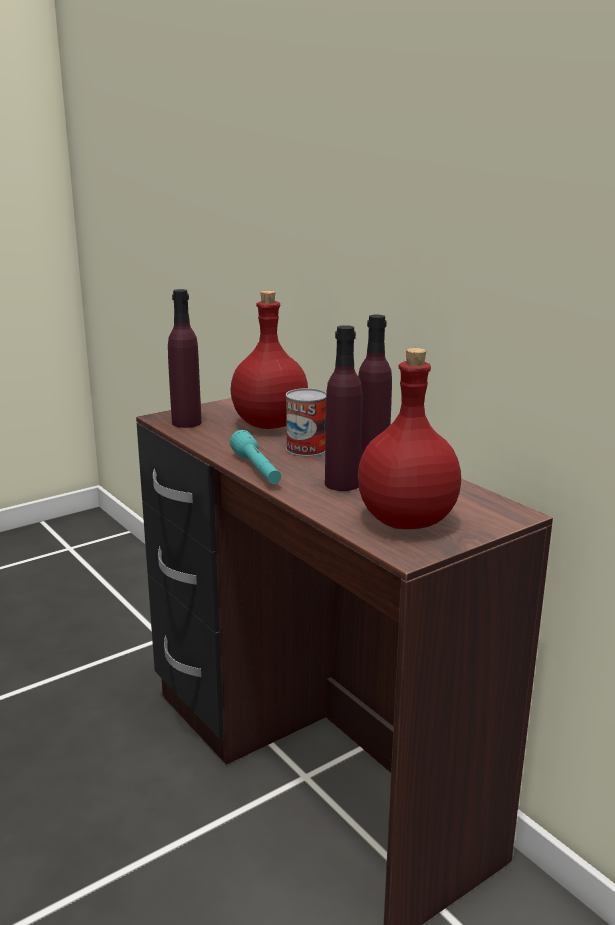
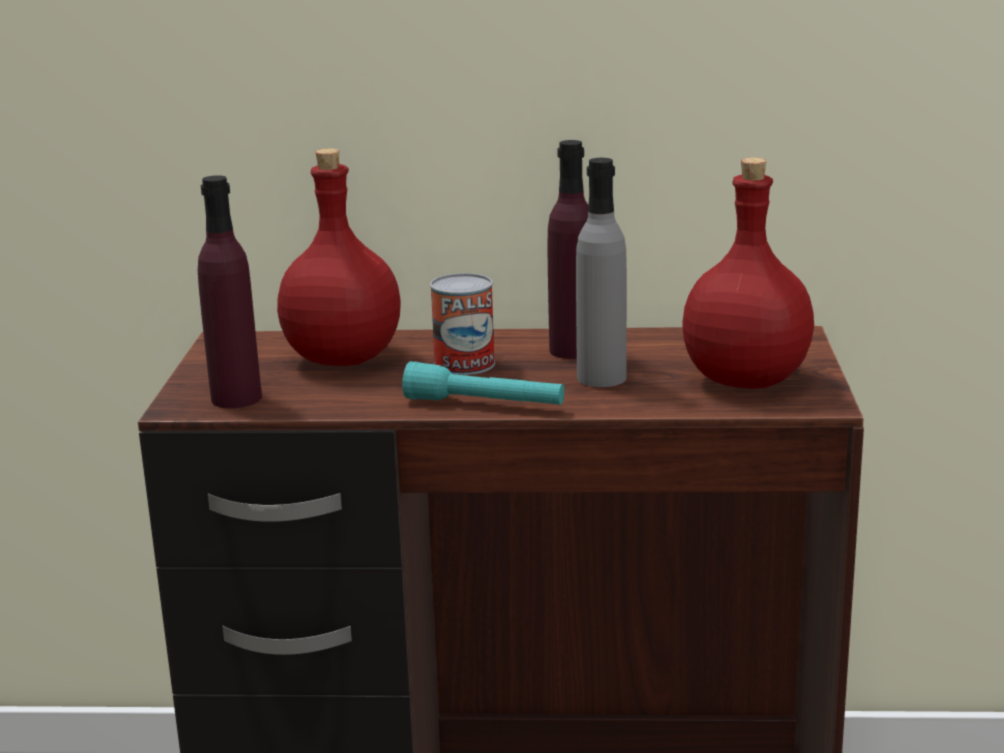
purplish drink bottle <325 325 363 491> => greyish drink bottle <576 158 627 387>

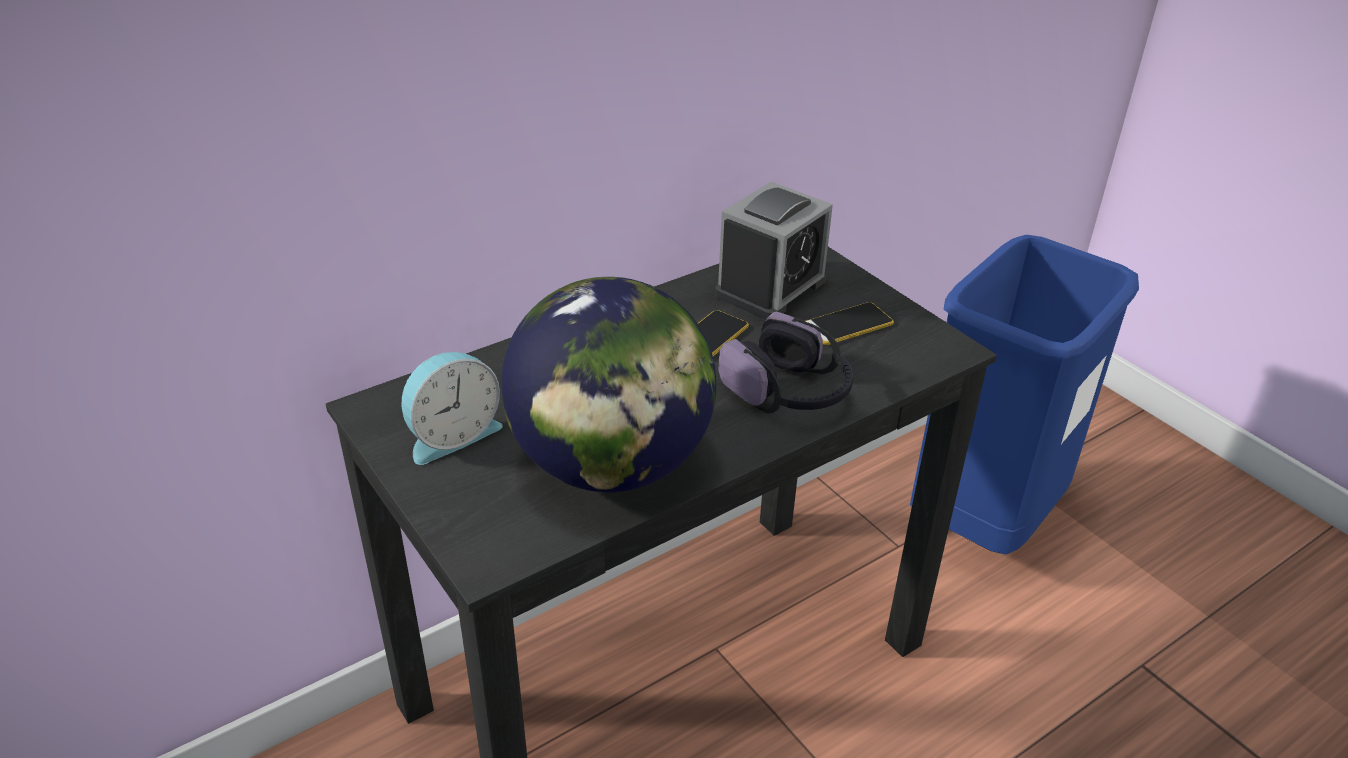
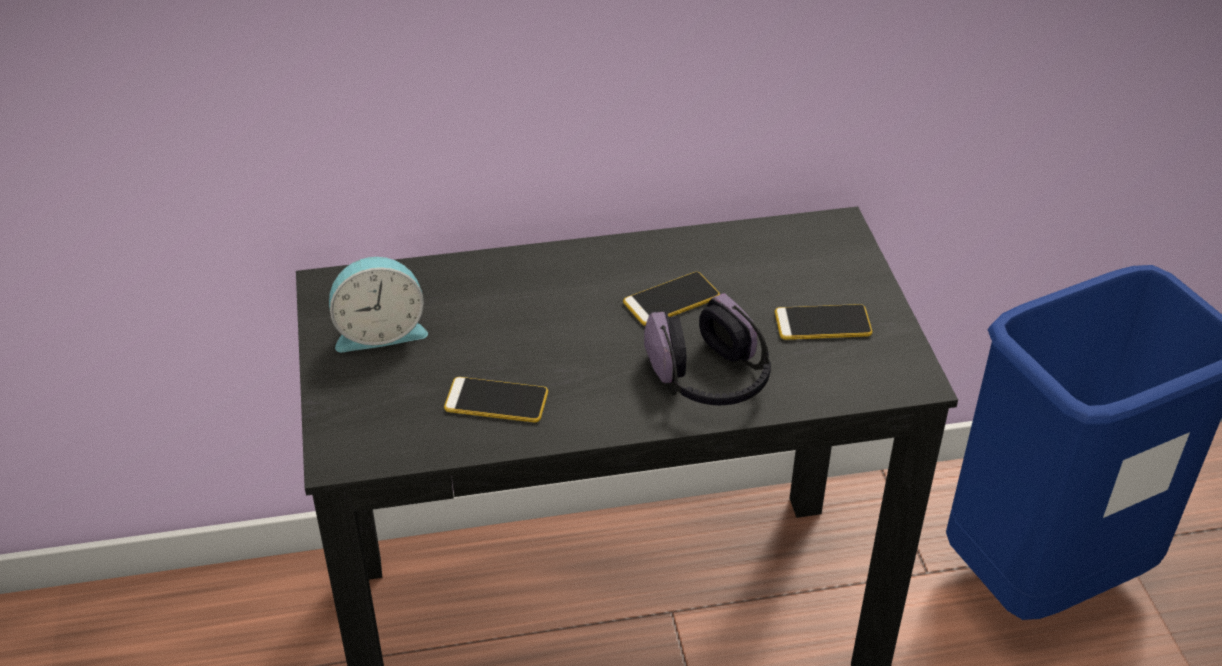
desk globe <501 277 717 492> => telephone <444 377 548 422>
bedside clock <715 182 833 320> => nothing

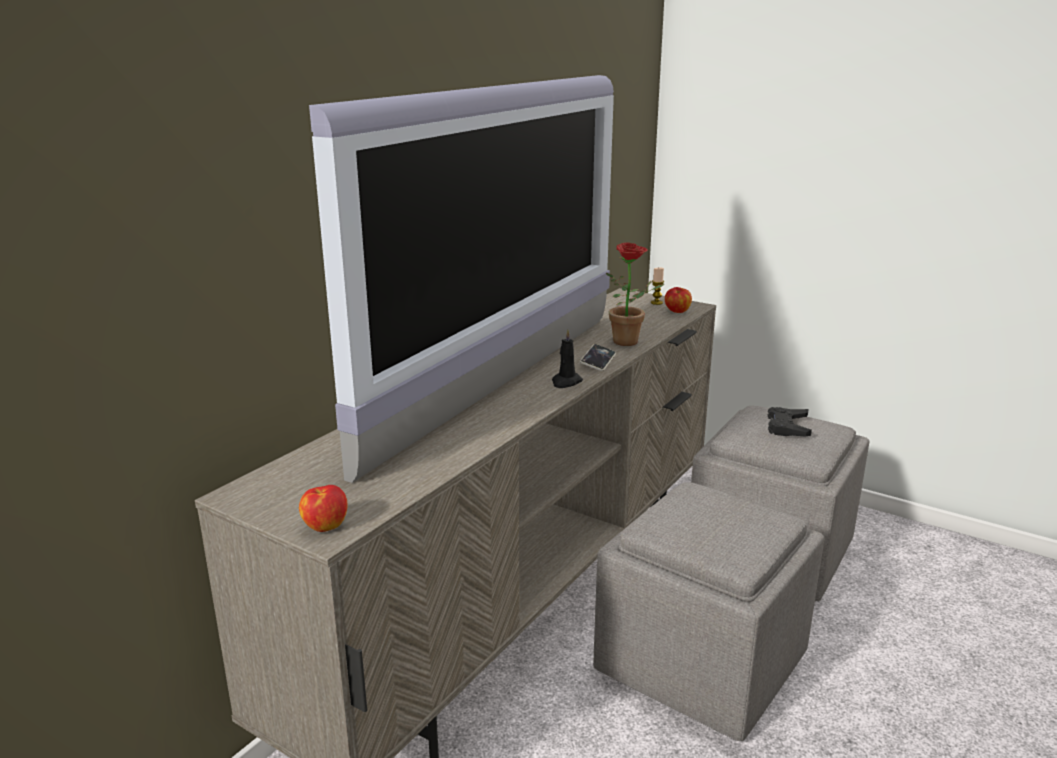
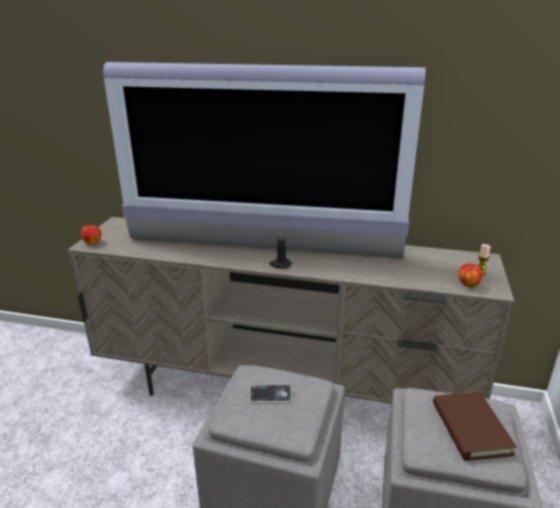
telephone <580 344 616 371> => telephone <250 385 291 403>, shifted
houseplant <606 243 665 346> => nothing
black joypad <767 407 812 437> => brown volume <433 392 517 461>

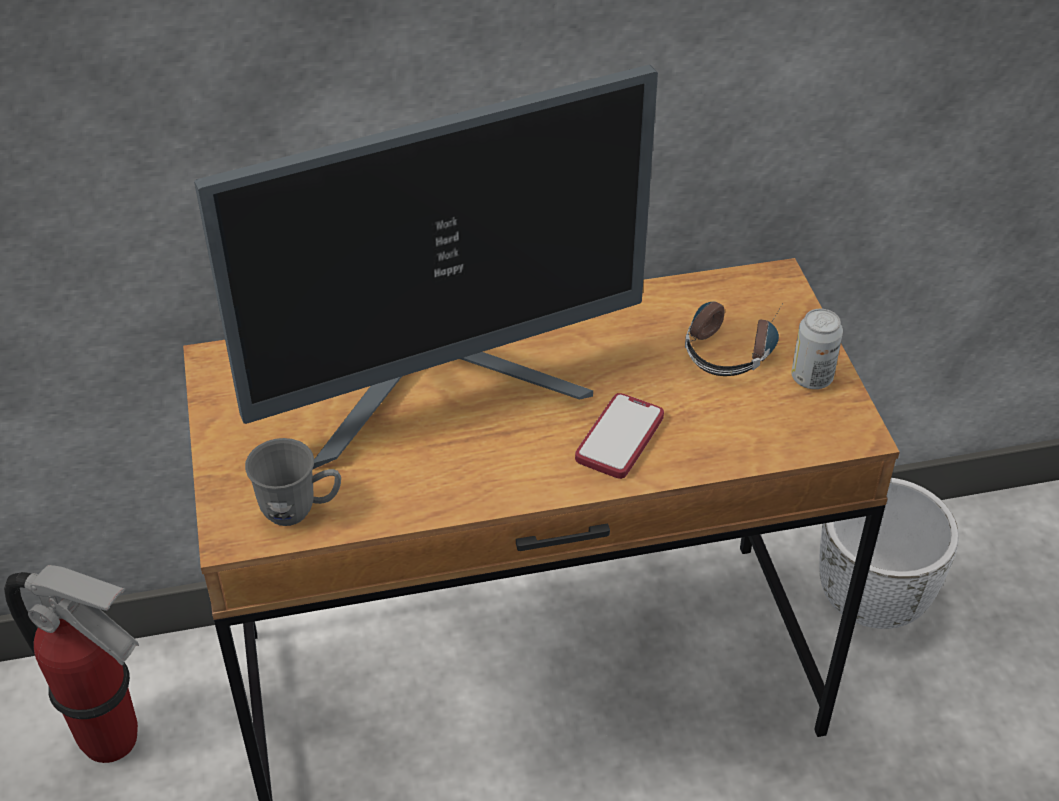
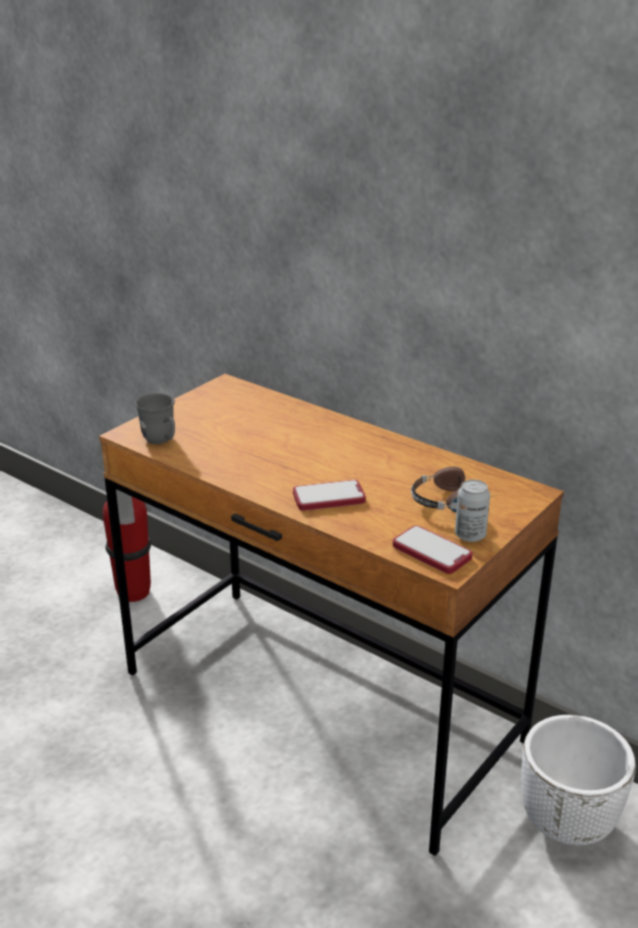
computer display <194 65 658 470> => nothing
nothing => telephone <393 525 472 574>

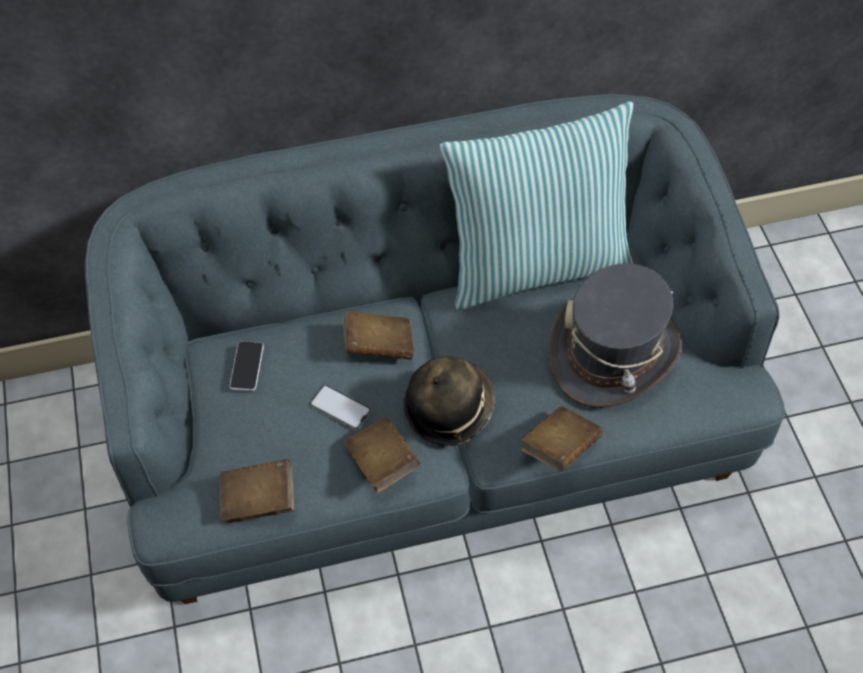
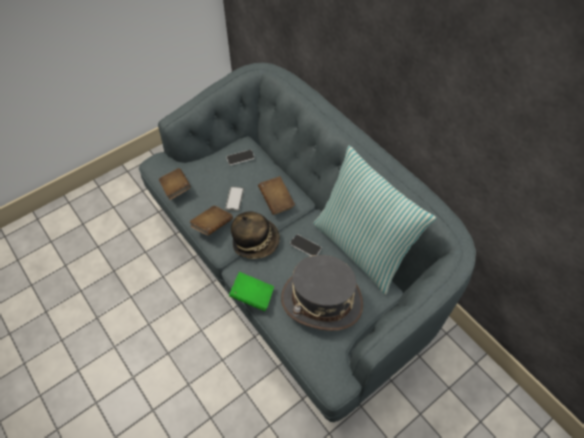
brown volume <521 406 603 471> => green-coloured volume <229 272 274 311>
nothing => telephone <290 234 322 256>

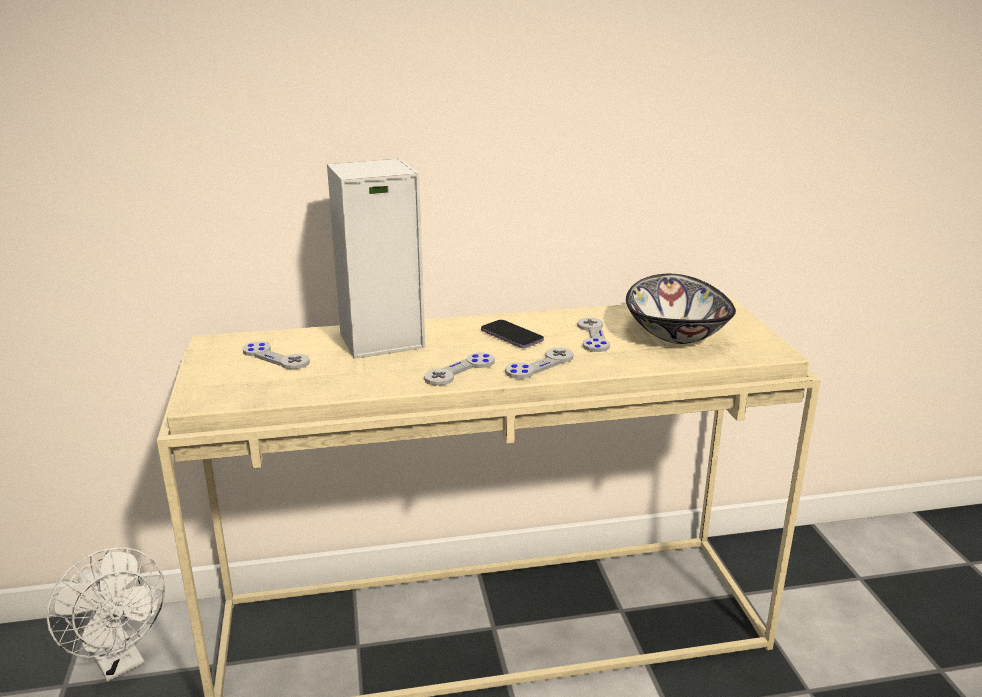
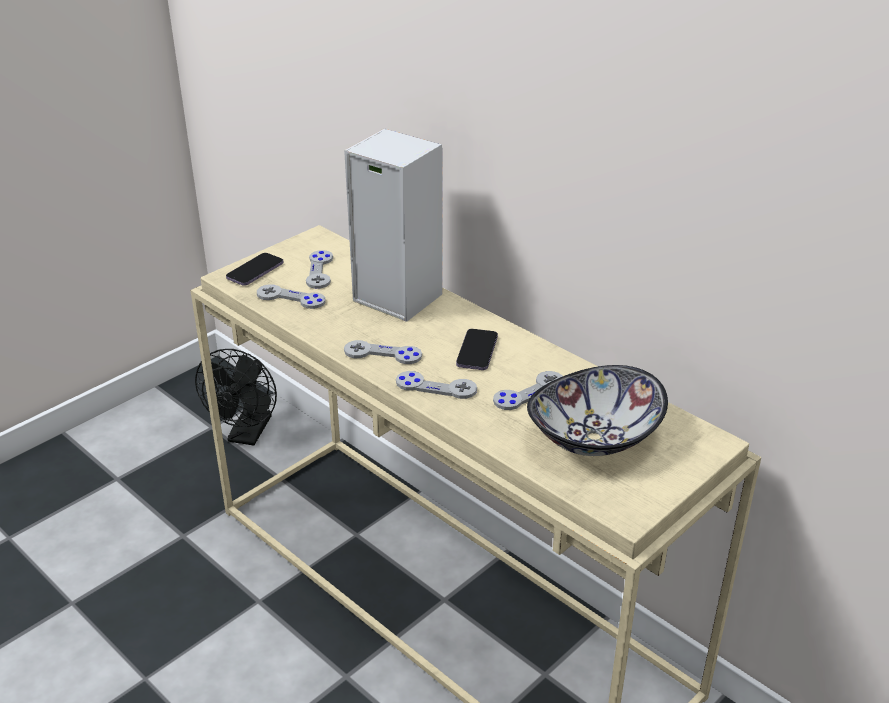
whitish electric fan <46 547 165 681> => black electric fan <195 349 277 446>
nothing => telephone <226 253 284 286>
nothing => greyish joypad <257 284 326 309>

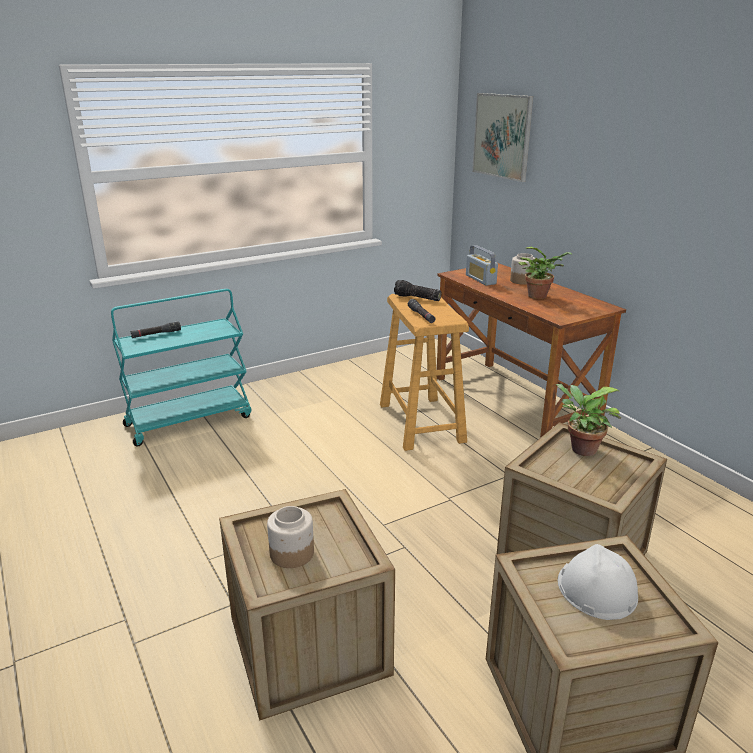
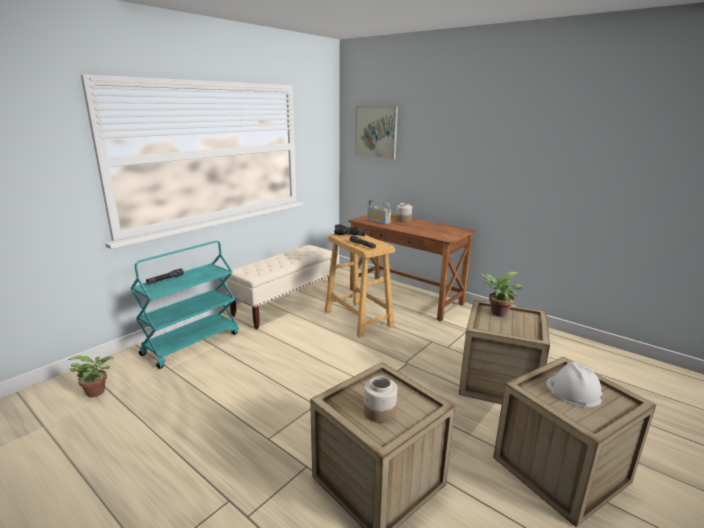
houseplant <518 247 573 299> => houseplant <68 356 114 397>, shifted
nothing => sand-coloured indoor bench <226 245 334 329>

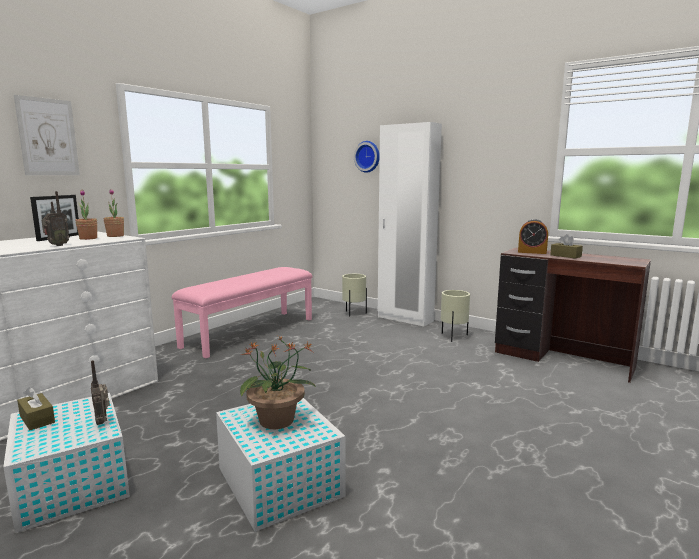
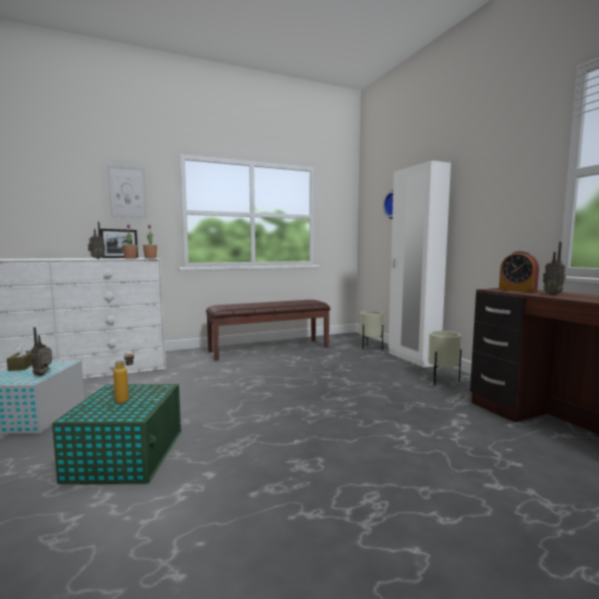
pinkish indoor bench <172 267 313 358> => brown indoor bench <206 300 330 361>
whitish storage box <216 398 345 532> => green-coloured storage box <52 384 181 484>
houseplant <240 336 316 429> => drink bottle <113 350 134 403>
brown tissue holder <550 234 583 259> => radio set <543 242 566 295>

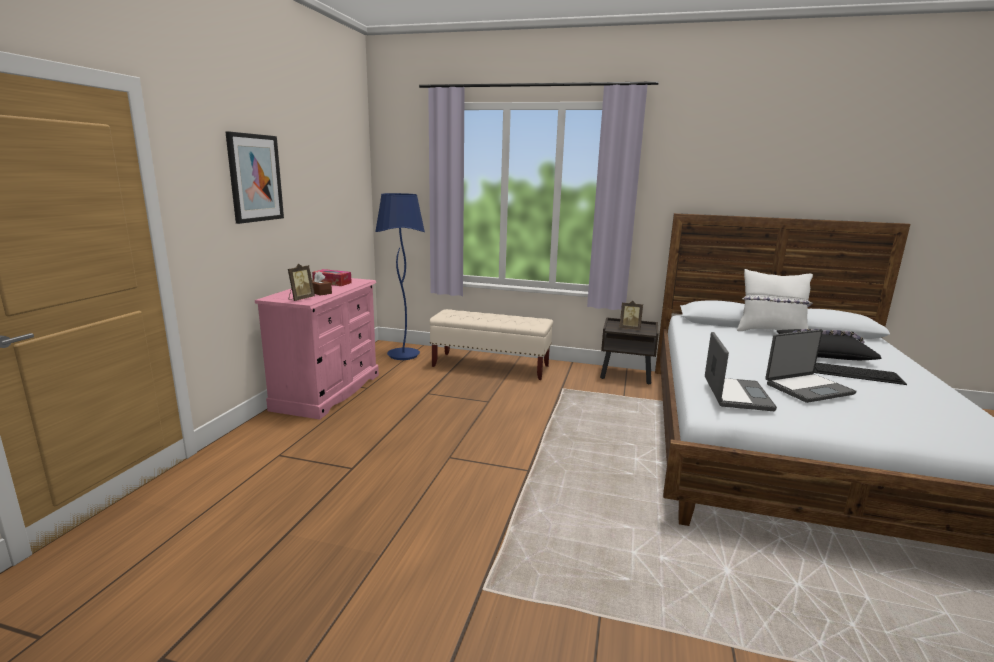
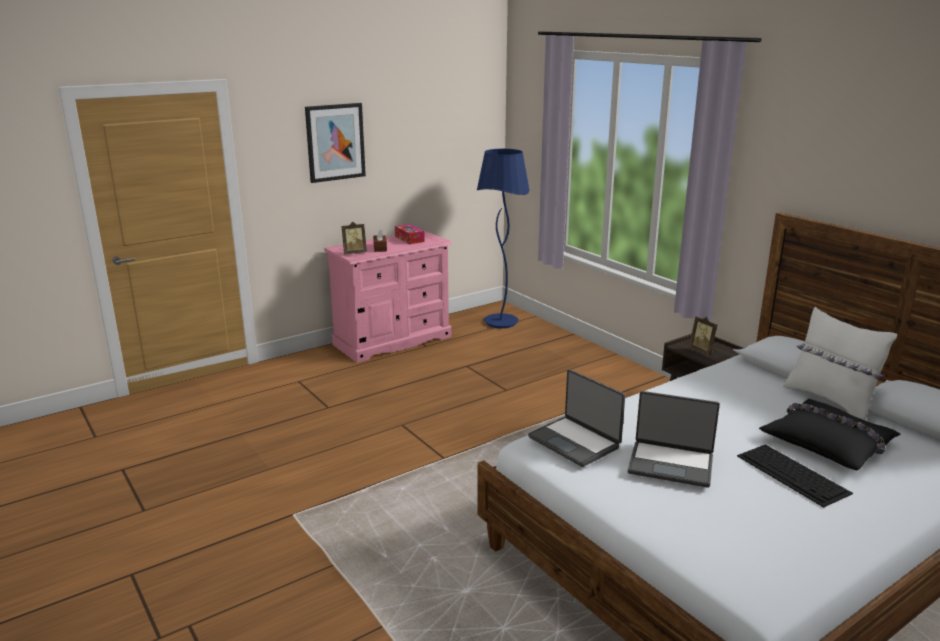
sand-coloured indoor bench <429 309 553 380> => nothing
laptop <705 332 777 411> => laptop <528 369 625 467>, 90 degrees clockwise

